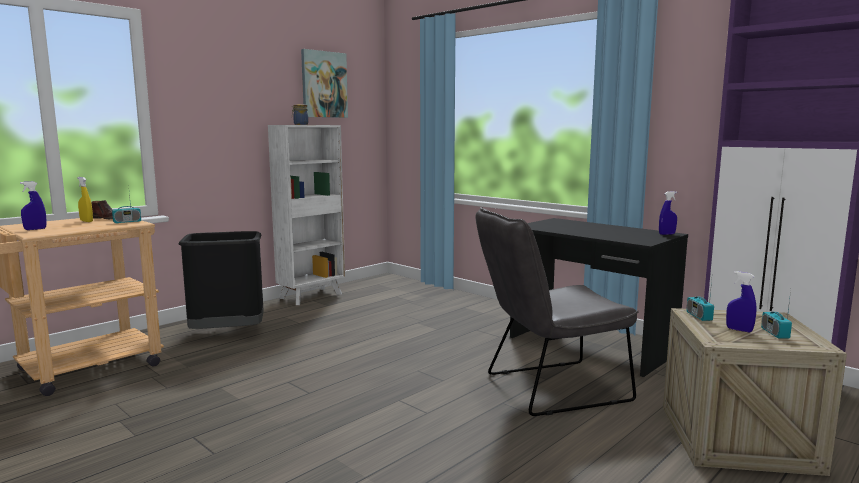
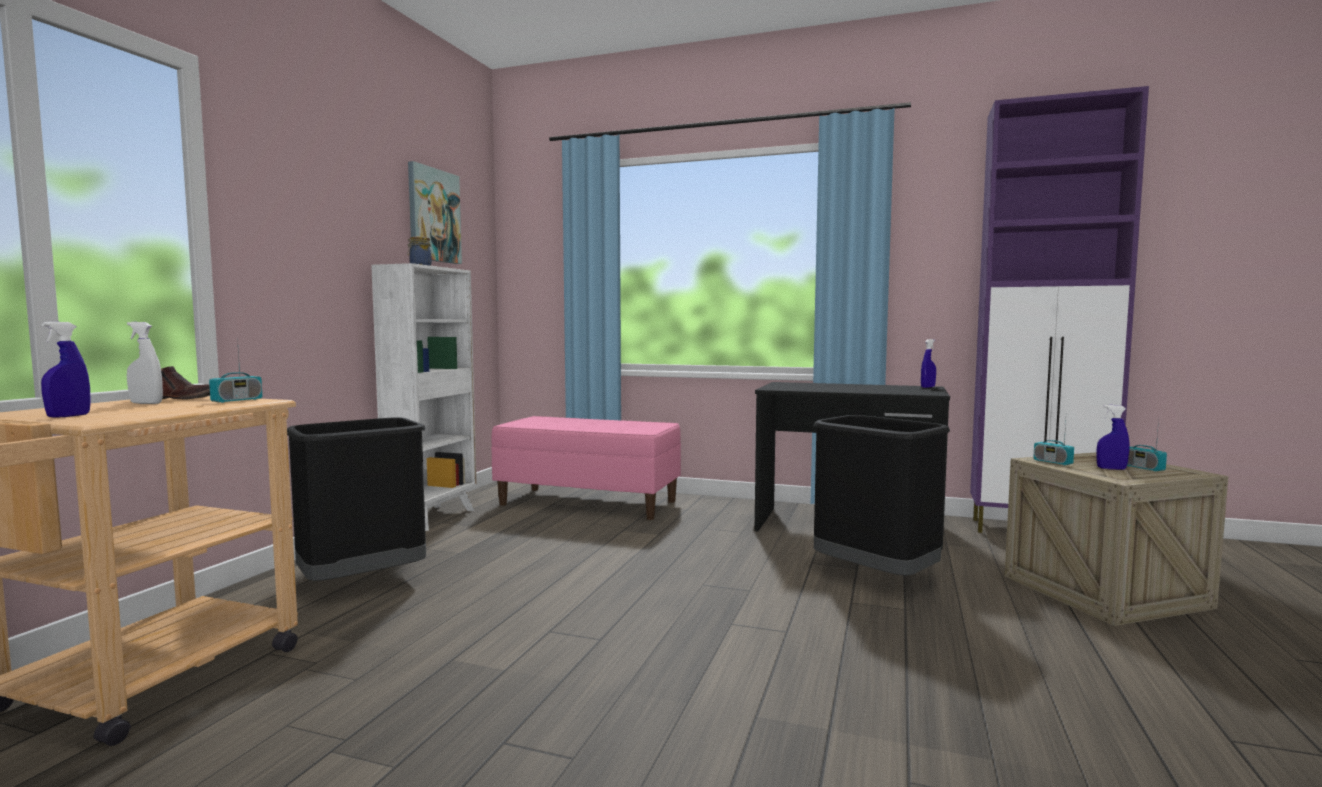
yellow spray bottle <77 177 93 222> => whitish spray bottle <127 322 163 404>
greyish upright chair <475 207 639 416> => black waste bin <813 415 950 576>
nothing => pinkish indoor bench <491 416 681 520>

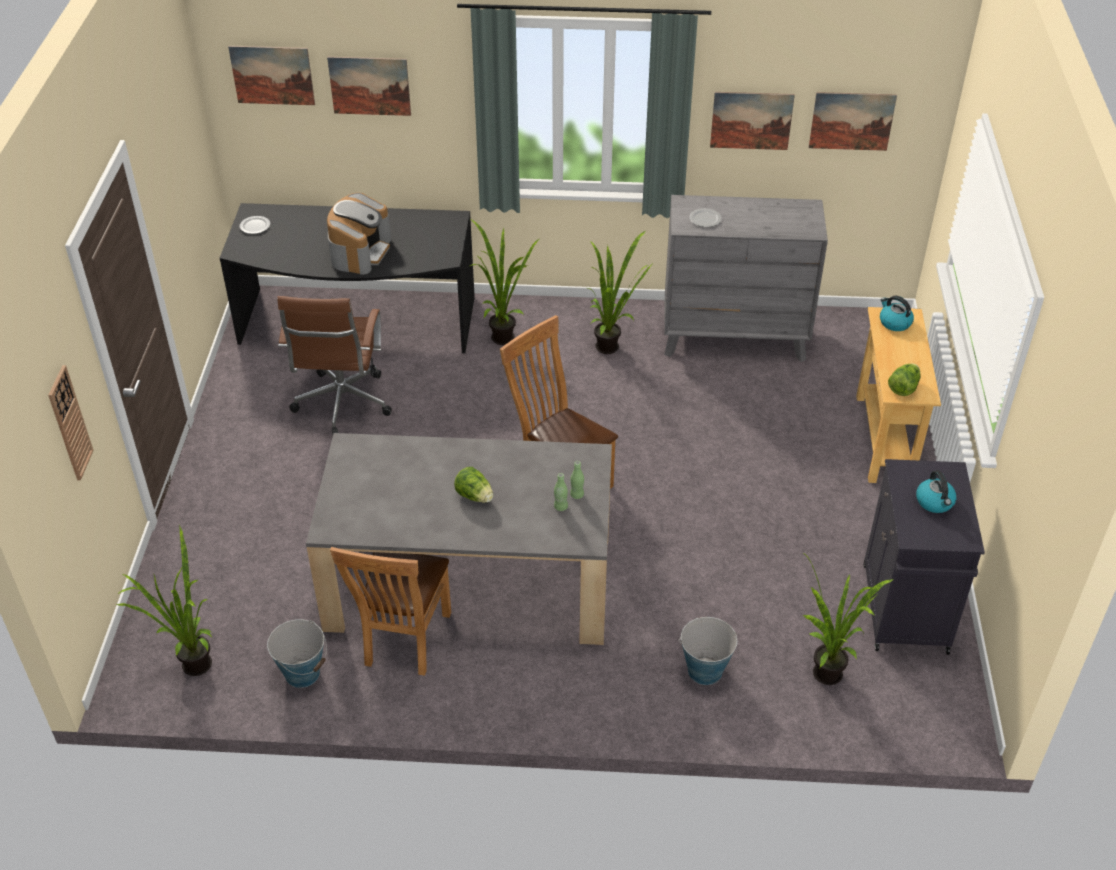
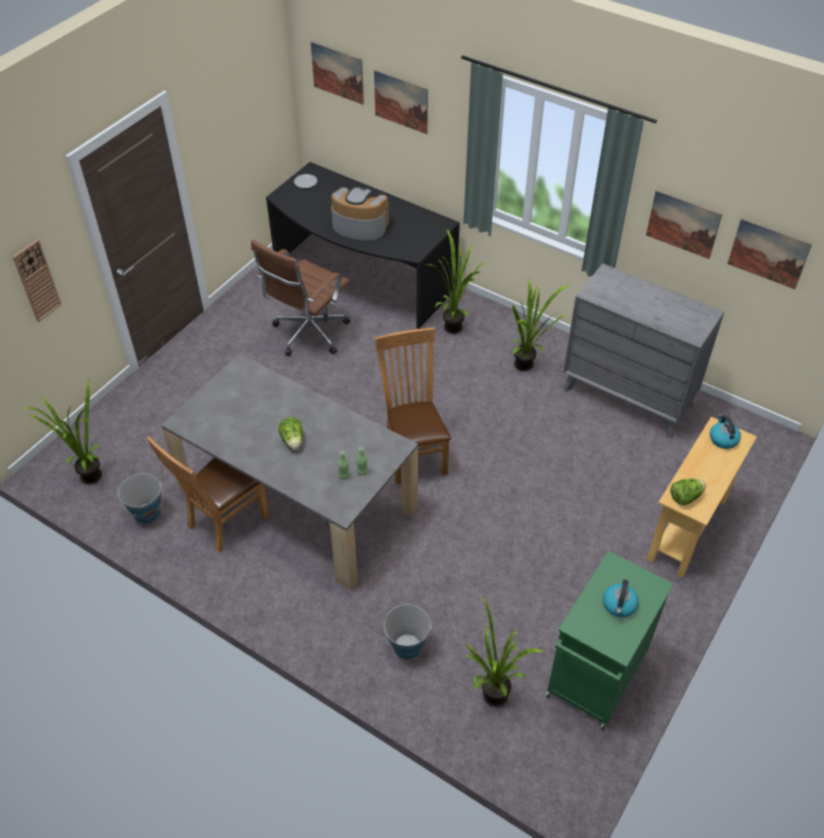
coffee maker <327 193 391 275> => coffee maker <331 187 389 240>, 120 degrees counterclockwise
flat dish <690 208 722 227> => nothing
black cabinet <864 459 985 655> => green-coloured cabinet <546 550 674 730>

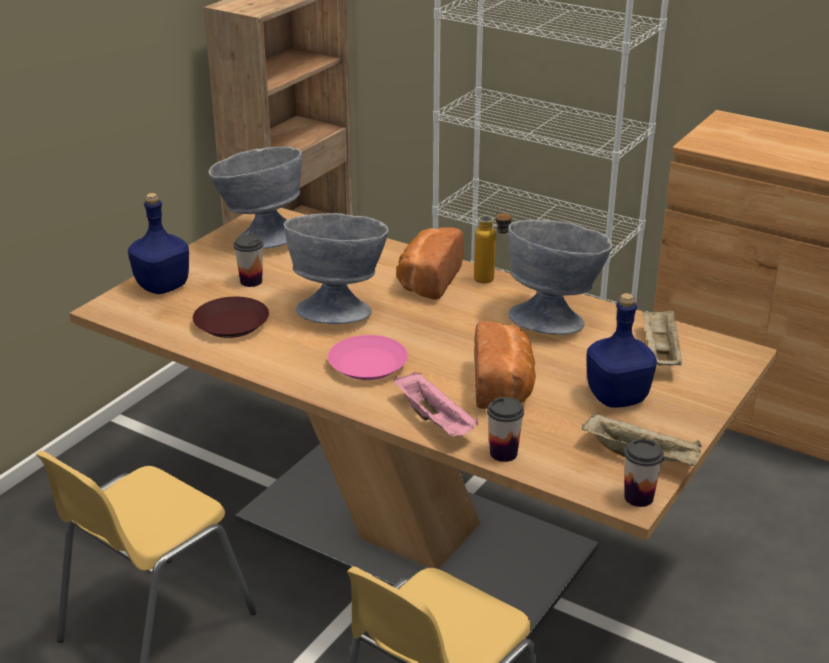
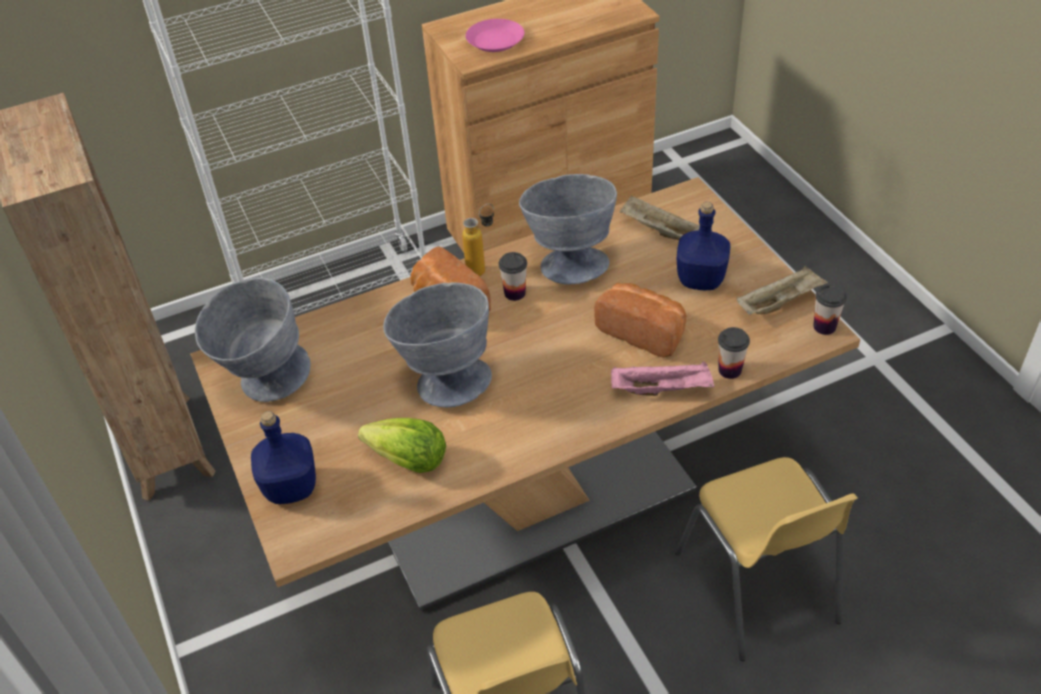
brown flat dish <193 297 269 338> => head of lettuce <358 418 446 473>
small cup <234 235 263 287> => small cup <499 252 527 301>, shifted
pinkish flat dish <328 335 408 380> => pinkish flat dish <466 19 524 52>, shifted

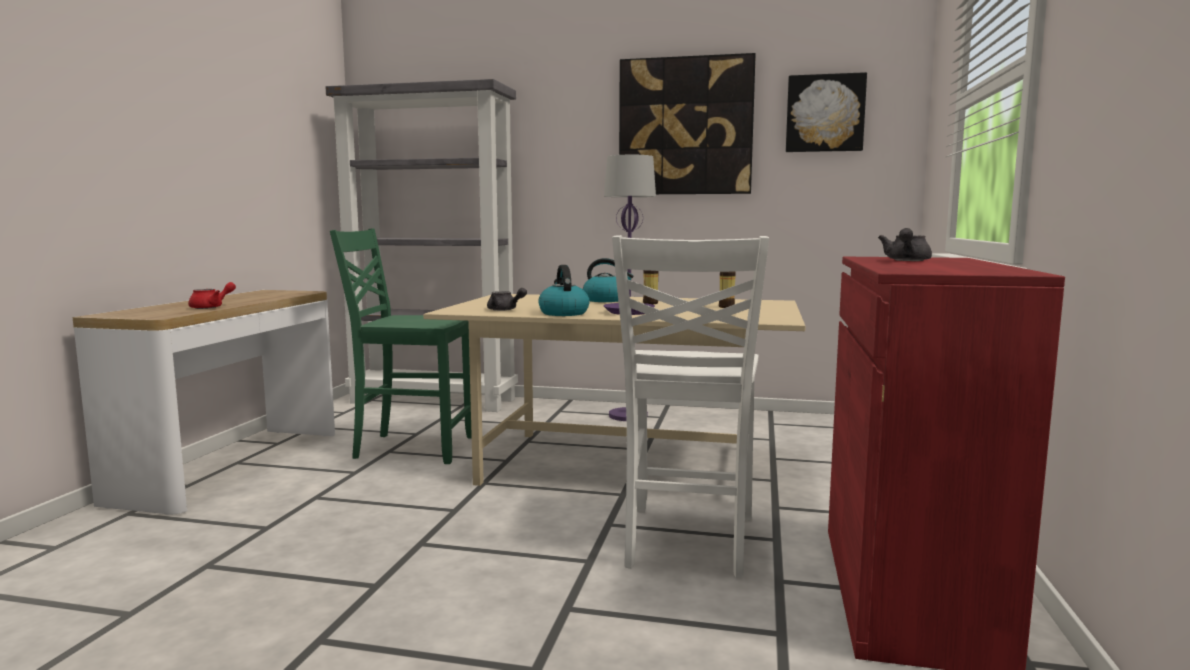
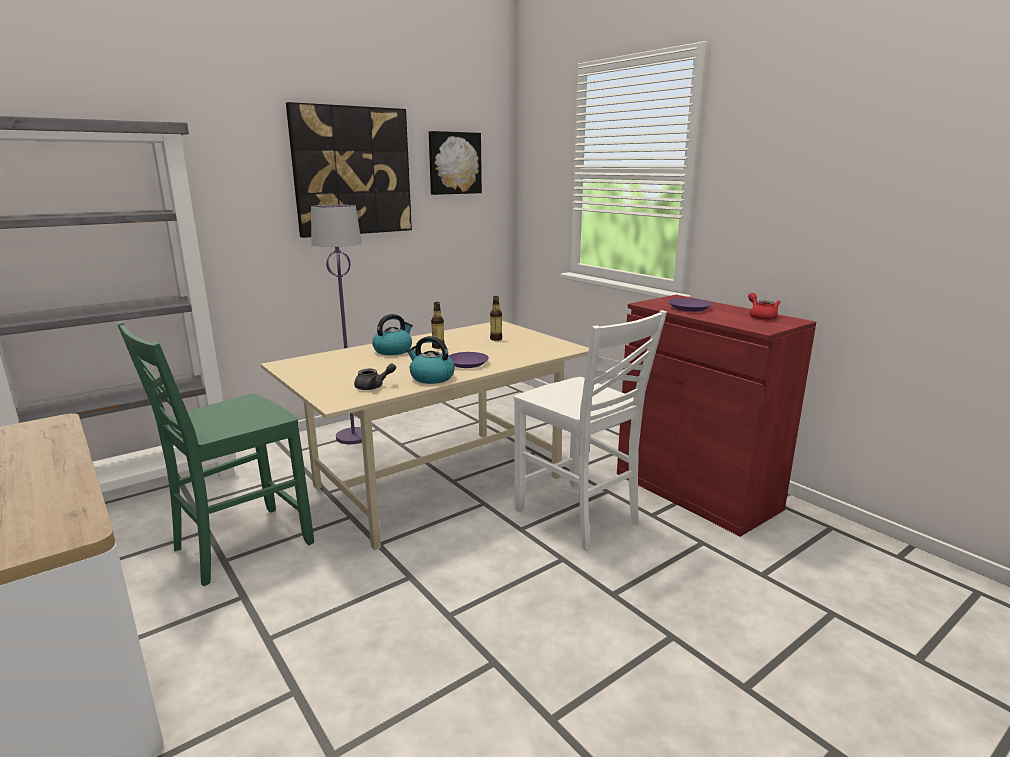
reddish pot for tea <188 282 236 309> => reddish pot for tea <748 293 780 320>, shifted
greyish pot for tea <878 228 932 261> => purplish flat dish <668 298 712 312>

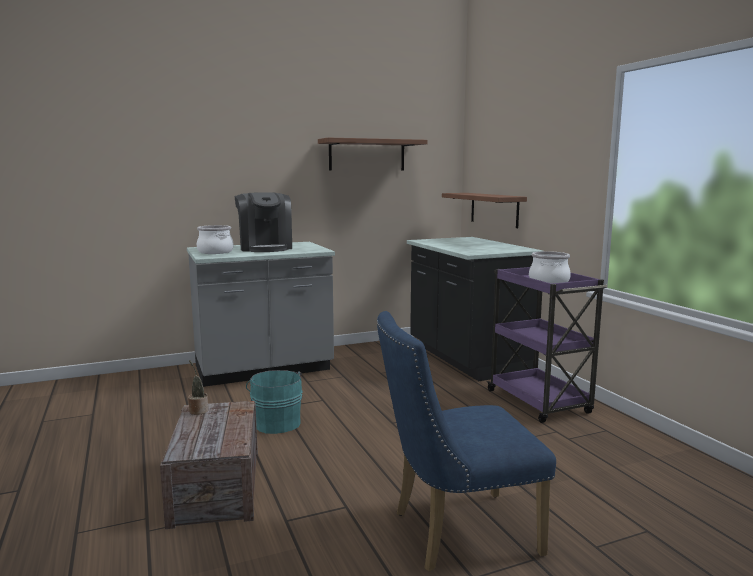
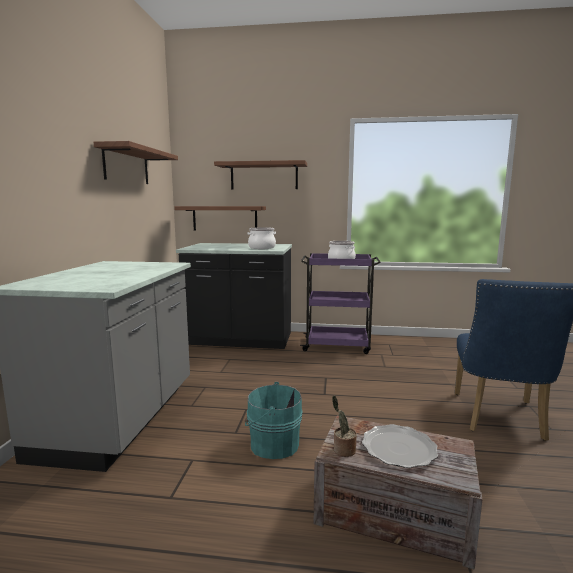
cooking pot <197 225 234 254> => cooking pot <247 227 276 249>, shifted
coffee maker <234 192 292 252> => nothing
nothing => shelf <214 160 307 190>
nothing => flat dish <362 424 438 468>

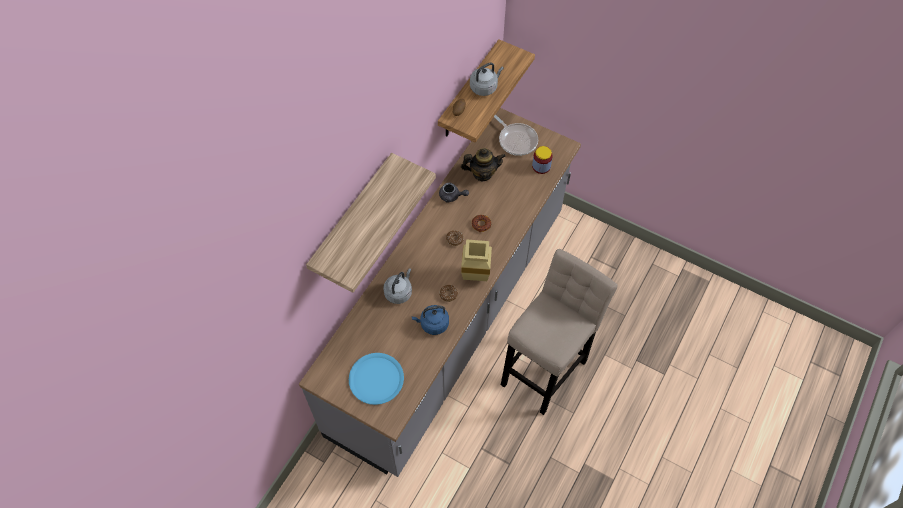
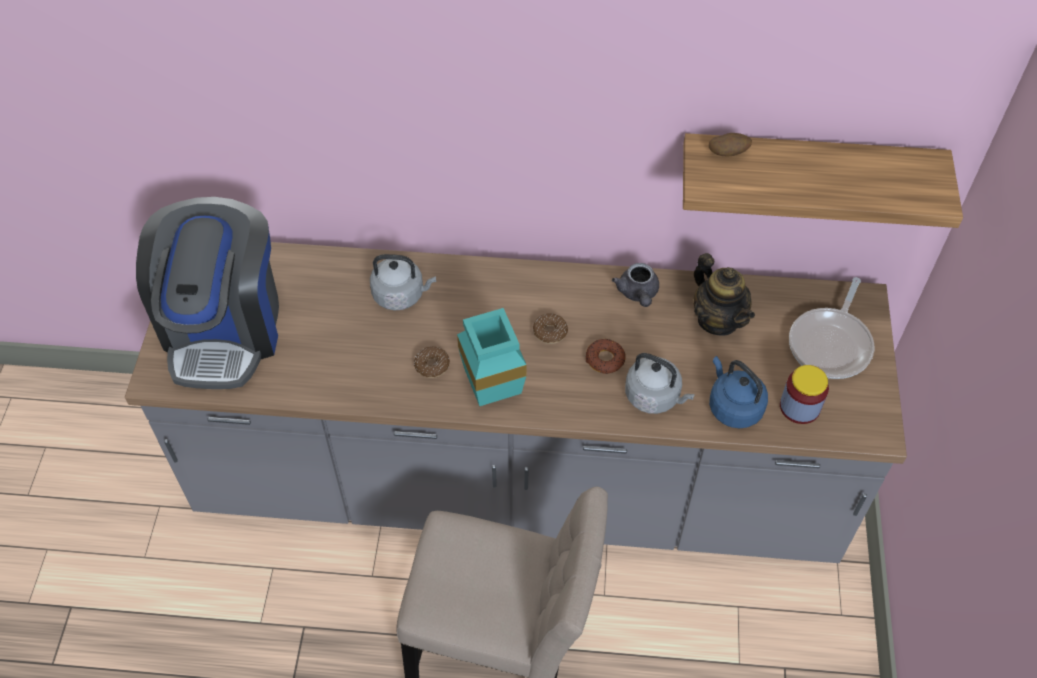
shelf <306 153 436 293> => nothing
blue-coloured flat dish <349 353 404 405> => coffee maker <136 197 279 389>
blue-coloured kettle <412 305 449 335> => blue-coloured kettle <709 356 768 429>, shifted
sand-coloured flower vase <461 239 492 281> => turquoise flower vase <457 308 527 406>
greyish kettle <470 62 504 96> => greyish kettle <625 353 695 414>, shifted

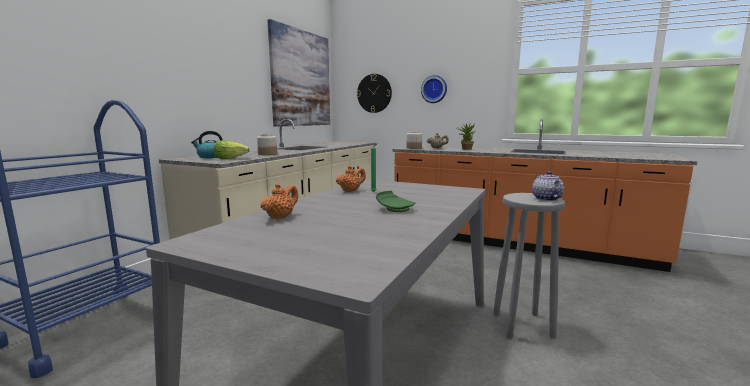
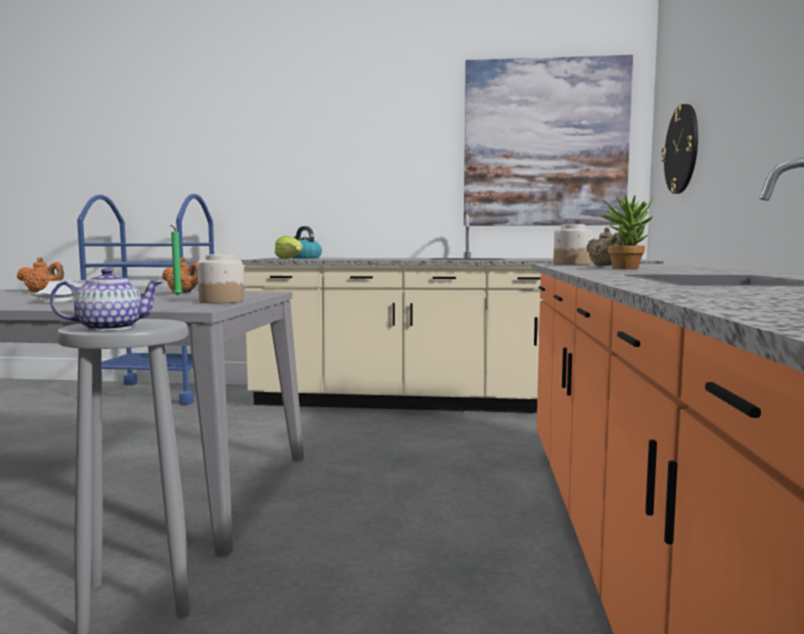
preserve jar <257 134 277 155> => preserve jar <198 254 244 303>, shifted
green-coloured flat dish <376 191 416 212> => whitish flat dish <29 280 85 303>
wall clock <421 75 447 103> => nothing

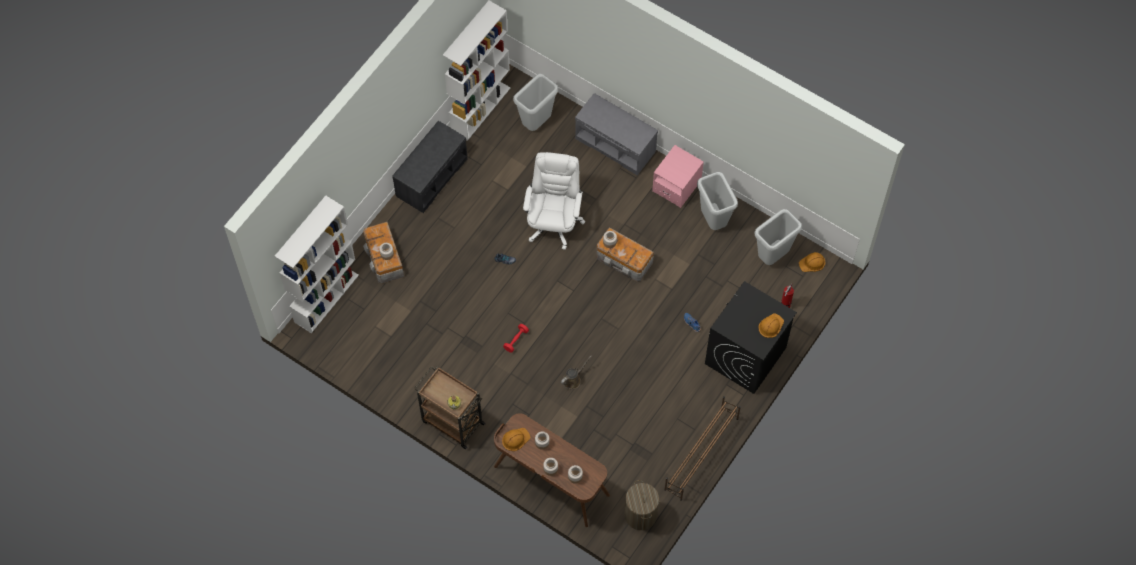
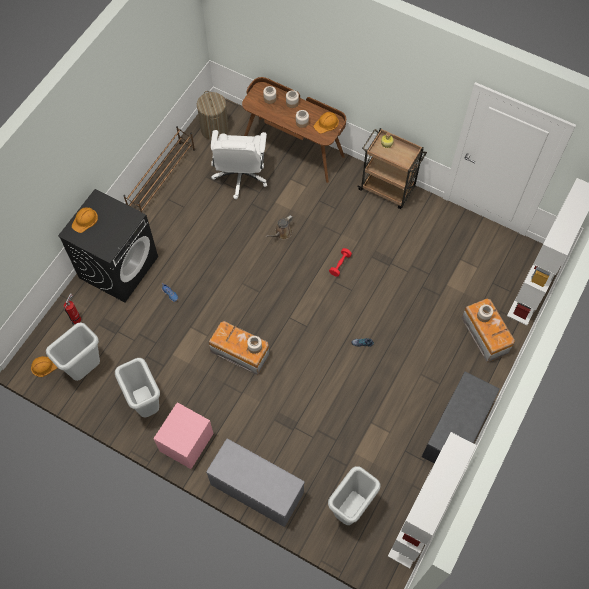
whitish desk chair <523 152 585 250> => whitish desk chair <211 130 267 199>, shifted

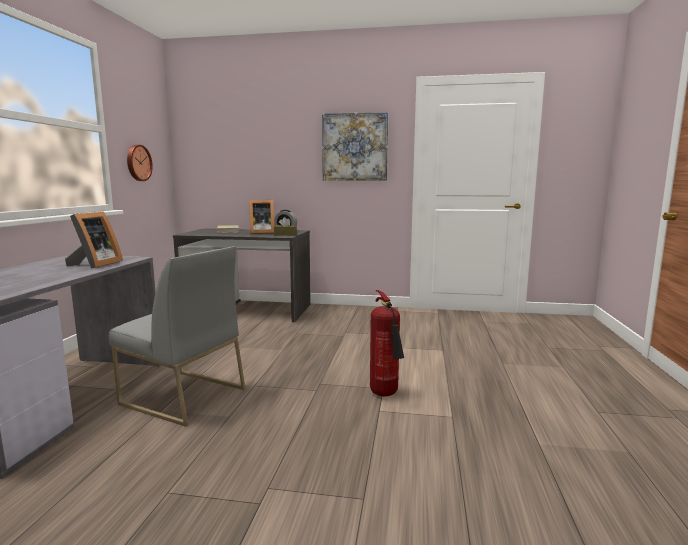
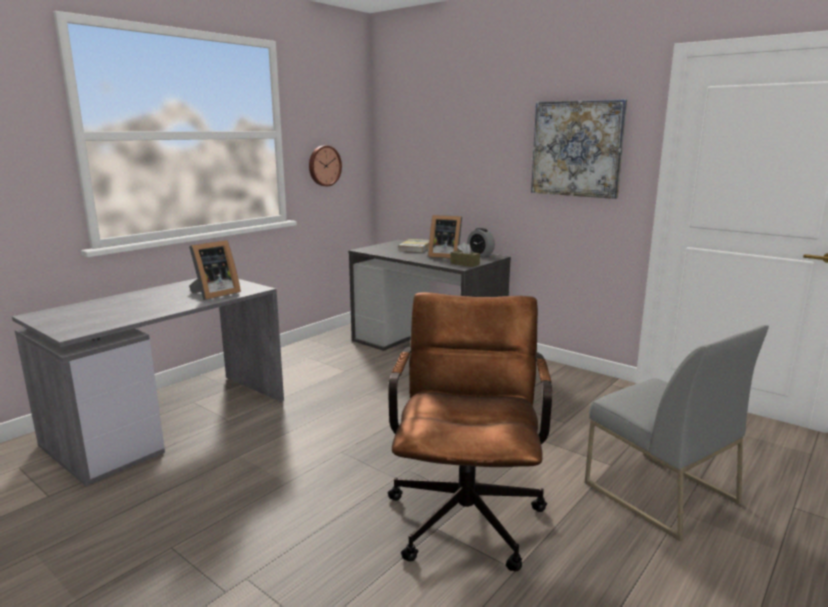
greyish upright chair <109 246 245 427> => greyish upright chair <585 325 769 541>, shifted
fire-fighting cylinder <370 290 404 397> => brown desk chair <388 292 552 572>

